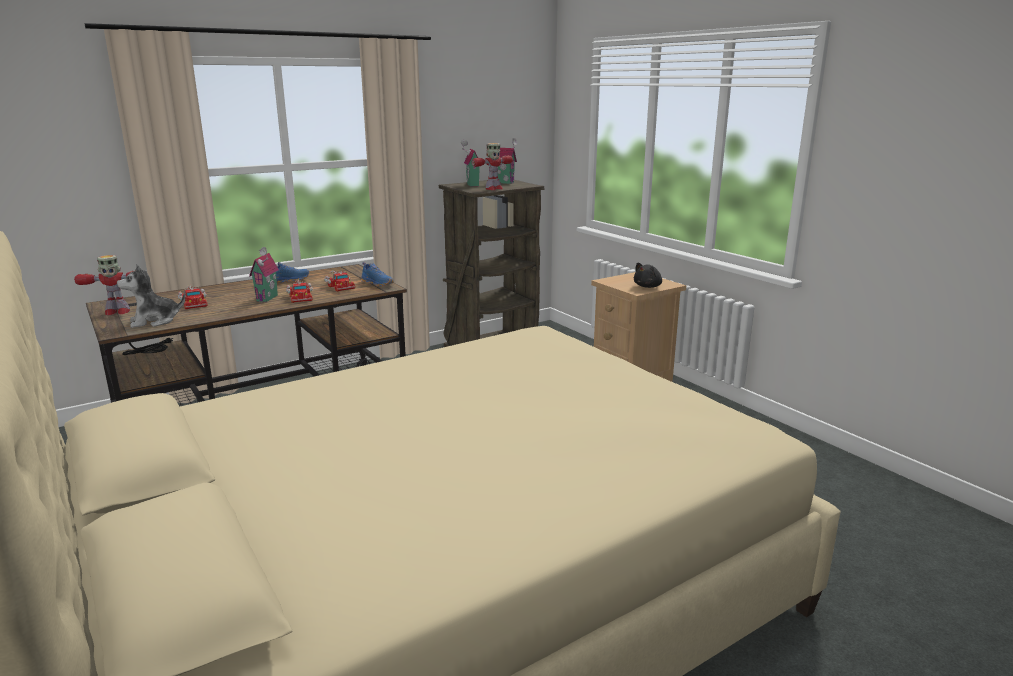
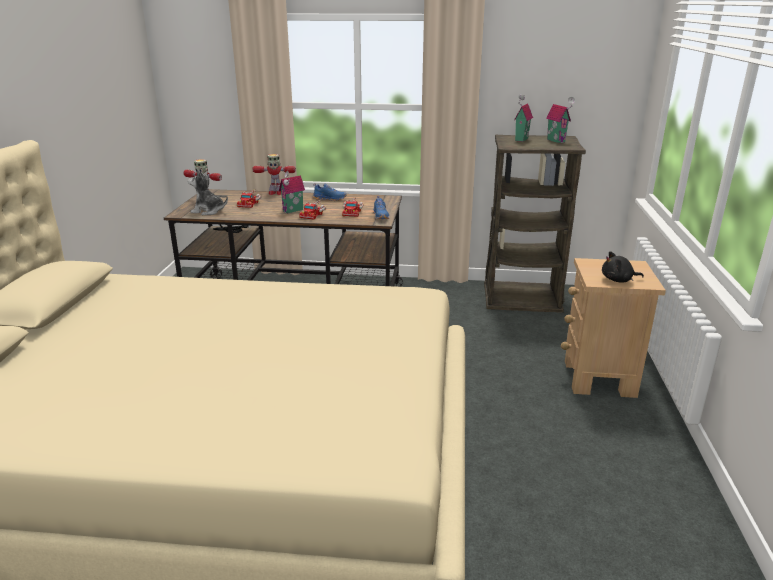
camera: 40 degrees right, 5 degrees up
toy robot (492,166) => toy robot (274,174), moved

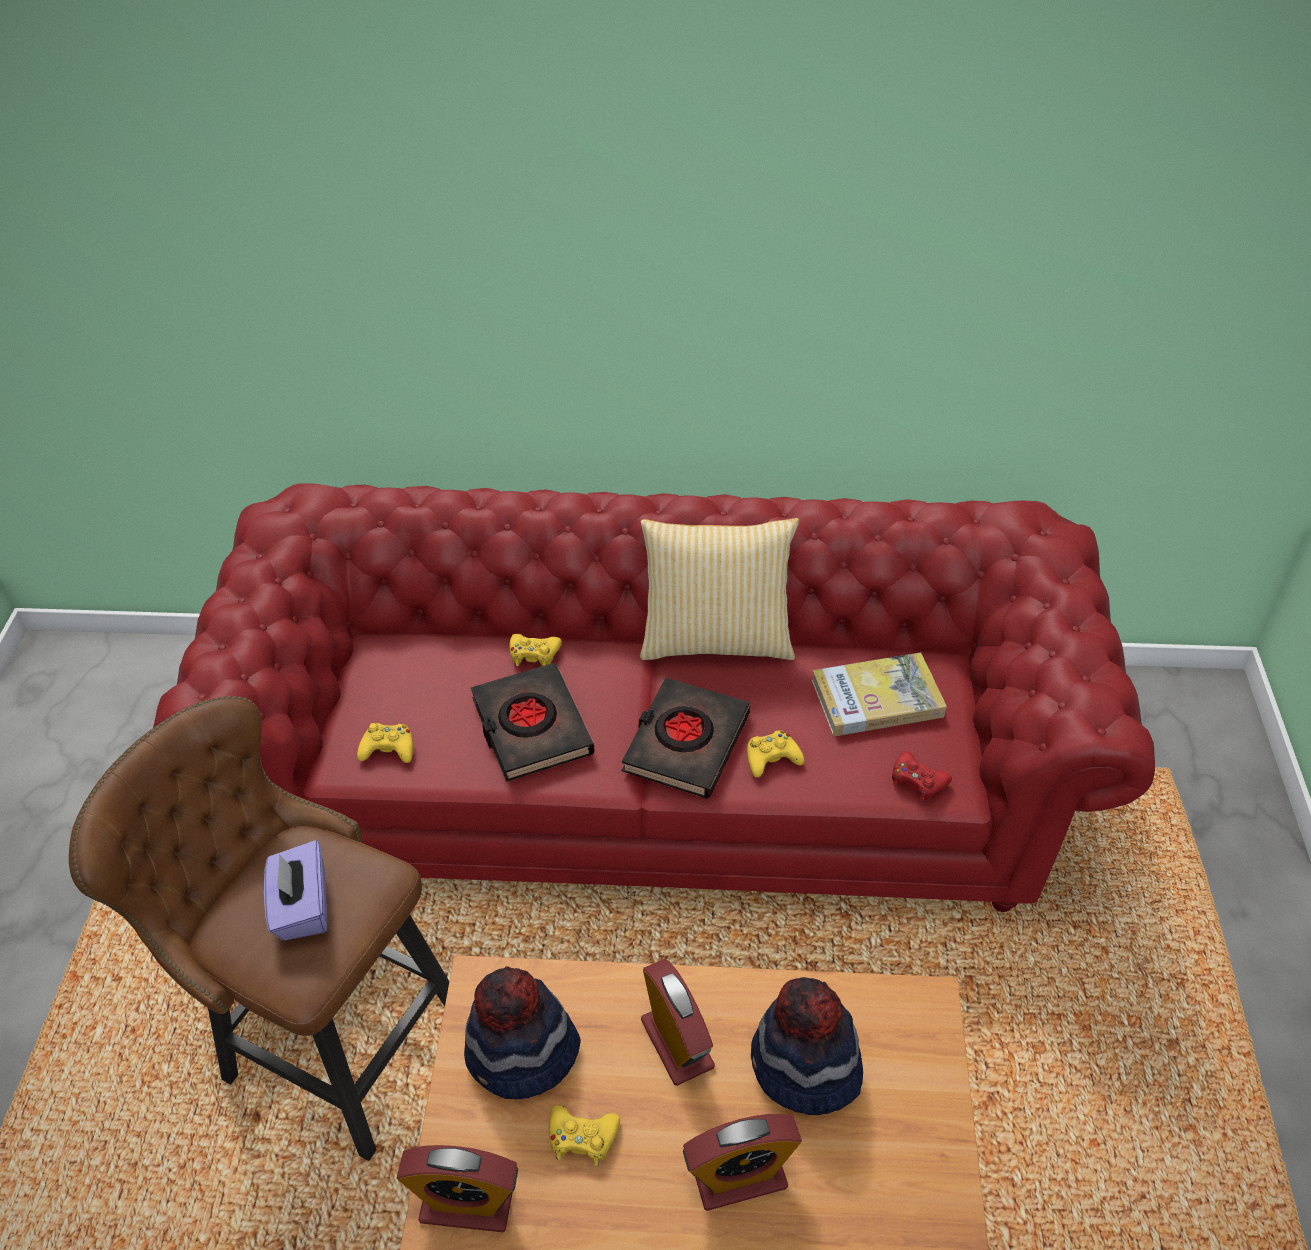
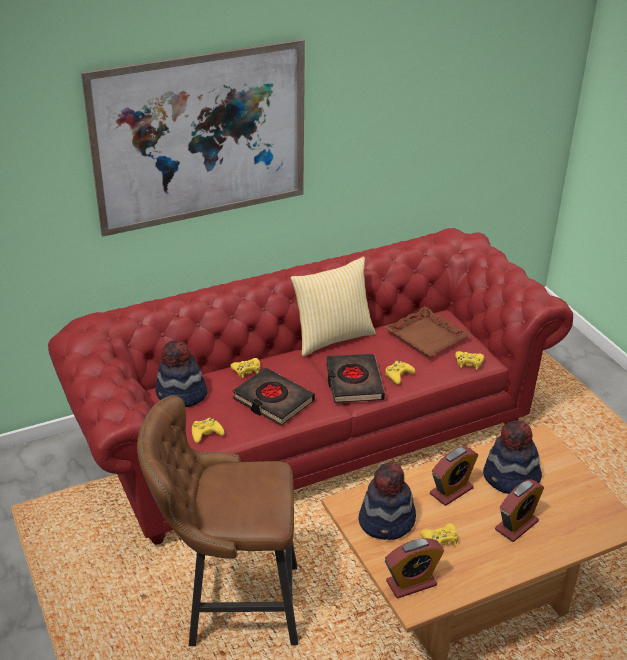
camera: 30 degrees left, 10 degrees down
tissue box/purple (295,890) => nothing
alarm clock (678,1022) => alarm clock (454,476), 105 degrees clockwise
book (879,694) => tray/brown (427,331)
game controller/red (922,776) => game controller/yellow (469,360)
nothing => picture (193,138)
nothing => hat (181,374)

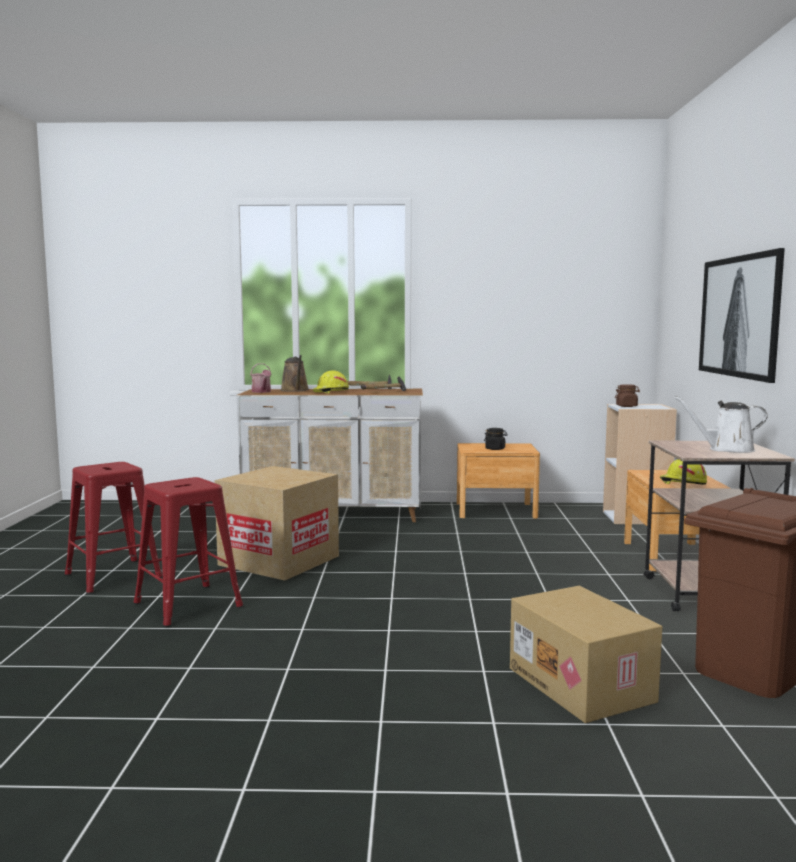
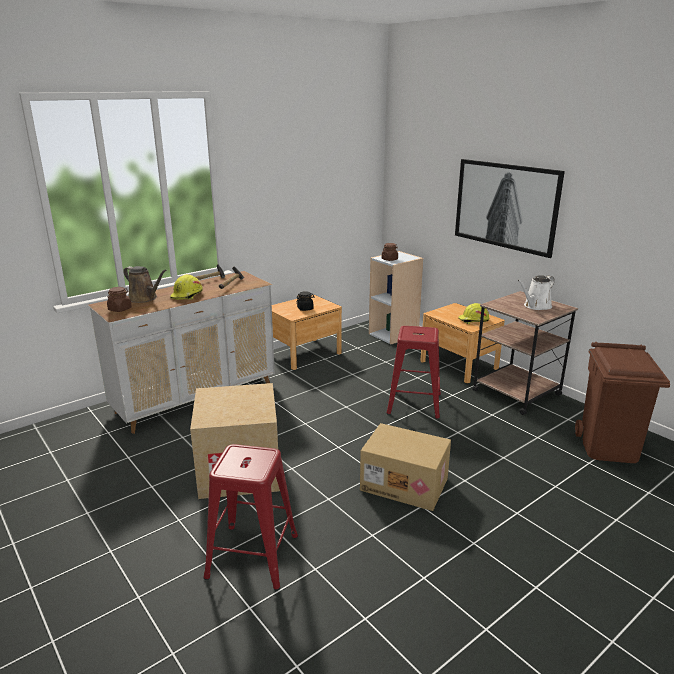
camera: 40 degrees left, 15 degrees up
stool/red (114,528) => stool/red (413,372), moved
watering can (260,378) => jar/brown (119,299)
cardboard box (586,654) => cardboard box (405,467), moved

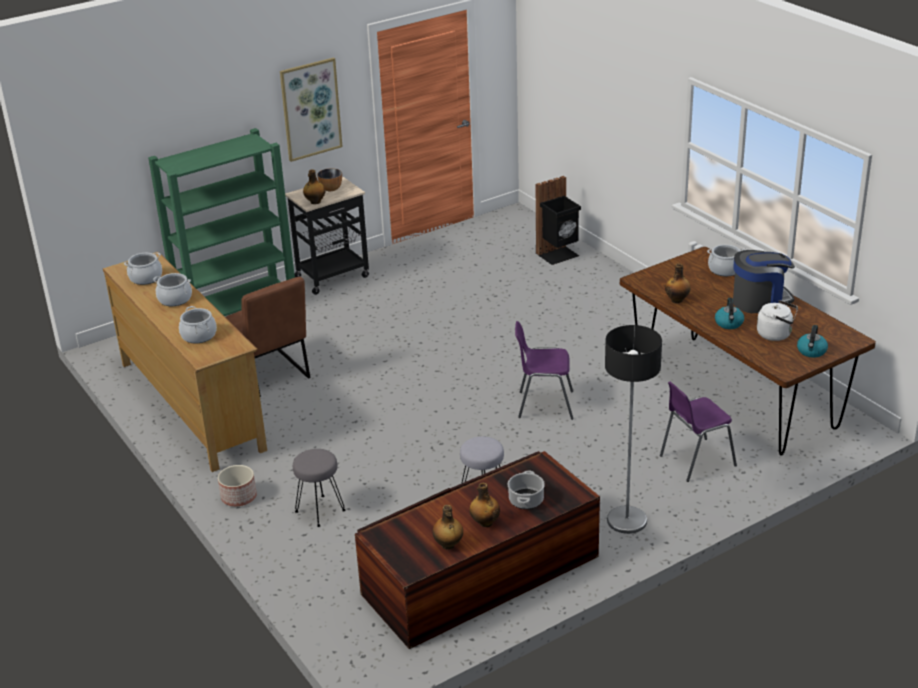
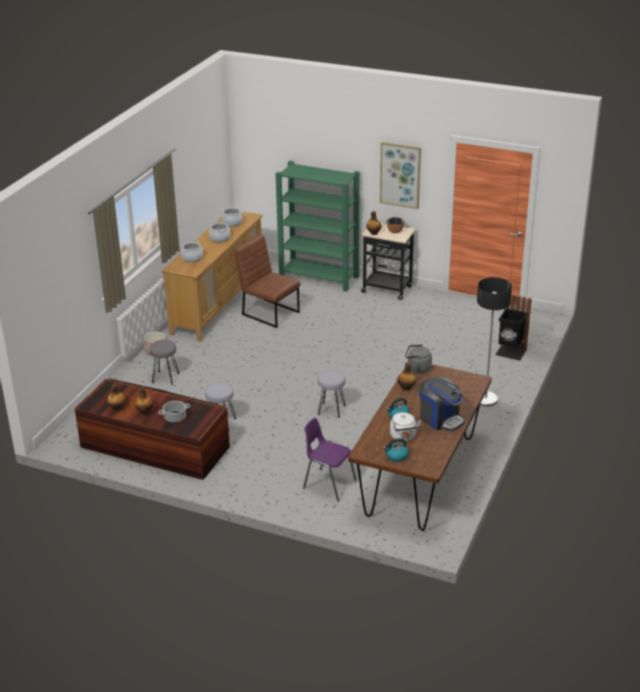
camera: 55 degrees right, 0 degrees up
chair/brown (268,337) => chair/brown (267,281), 105 degrees clockwise
chair/purple (544,370) => stool/grey (331,394)
floor lamp (633,429) => floor lamp (494,341), moved
cooking pot (726,260) => nothing
nothing => kettle/grey (418,358)

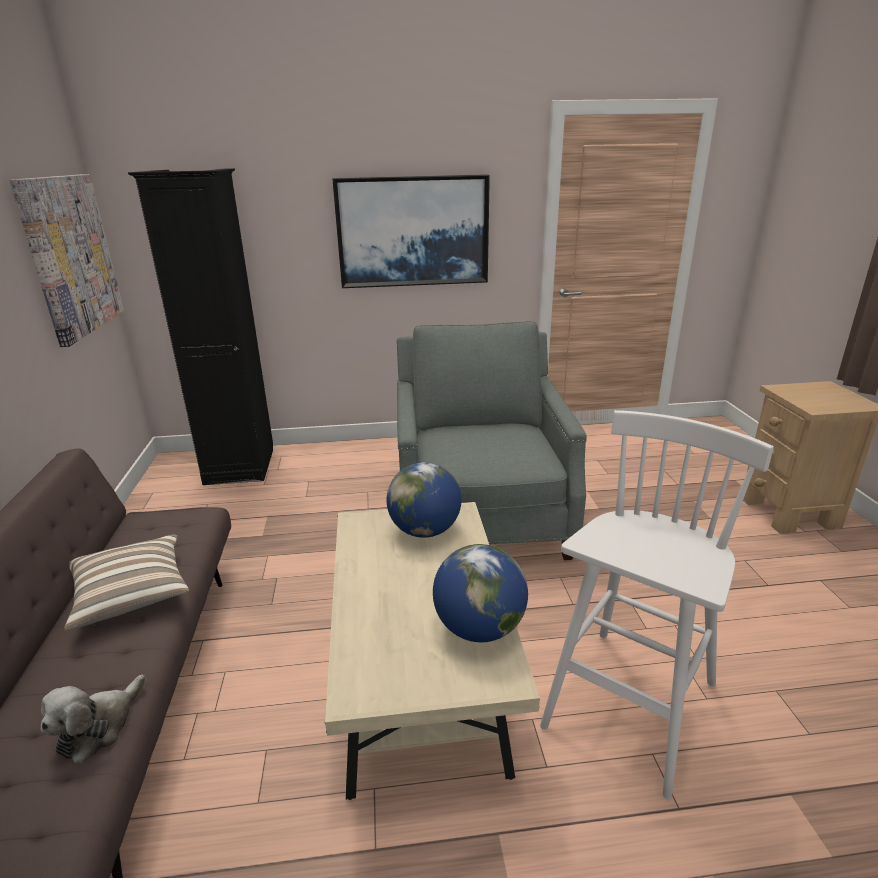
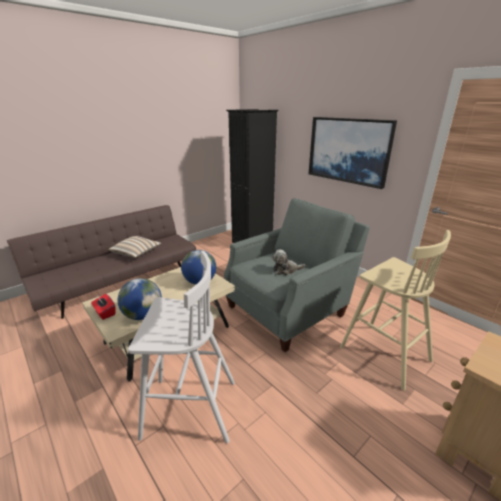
camera: 55 degrees right, 0 degrees up
picture (66,260) => nothing
plush toy (93,719) => plush toy (288,262), moved
nothing => tissue box/red (103,307)
nothing => stool/beige (395,310)

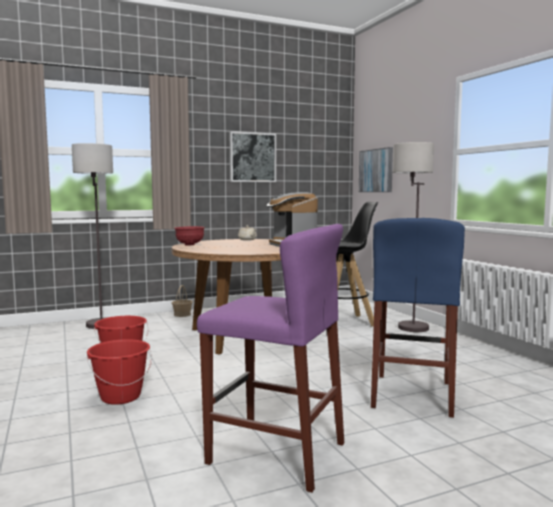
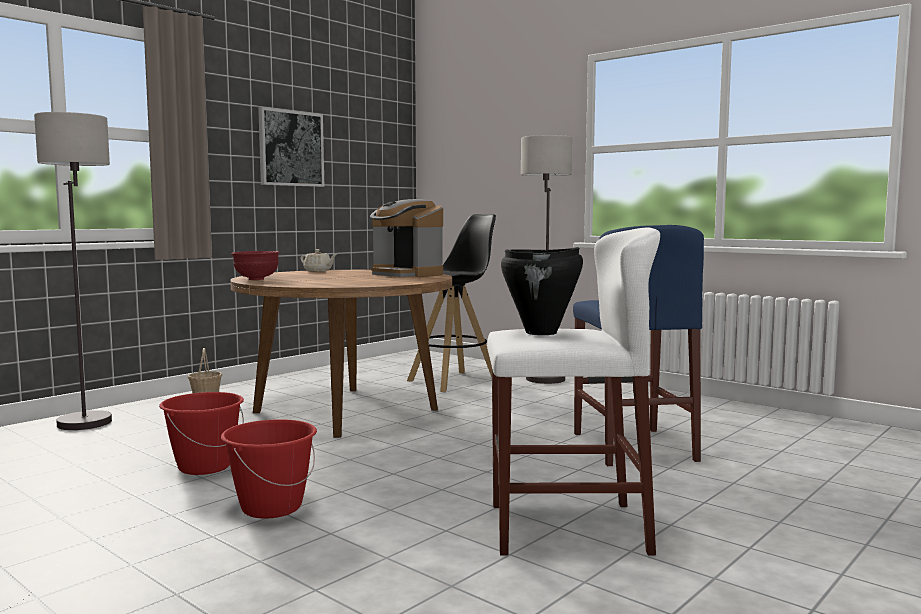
camera: 25 degrees left, 0 degrees up
stool/purple (270,358) => stool/white (573,391)
picture (376,169) => nothing
nothing => cooking pot/black (542,291)

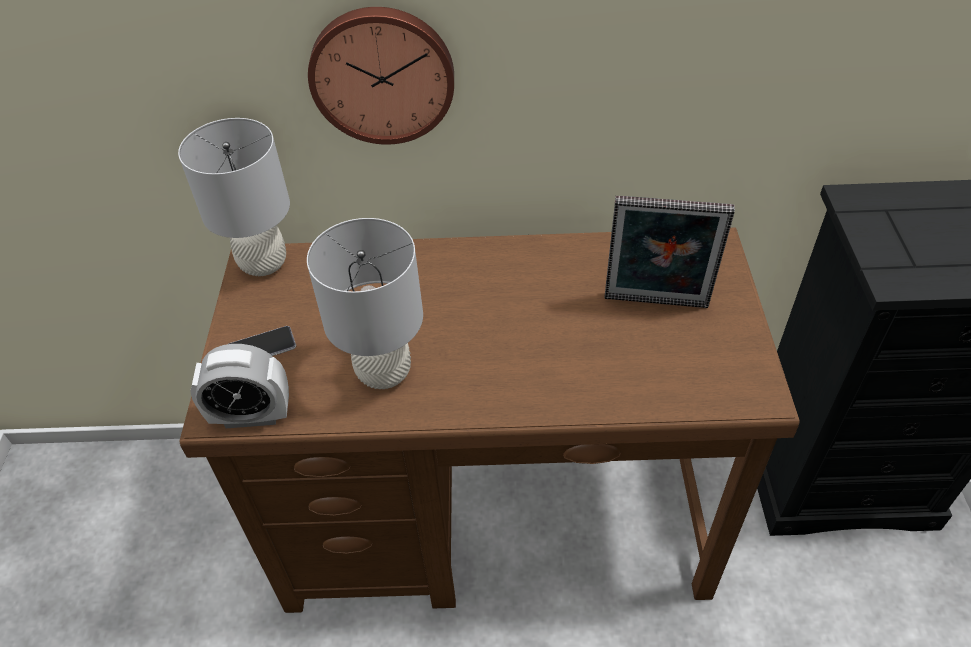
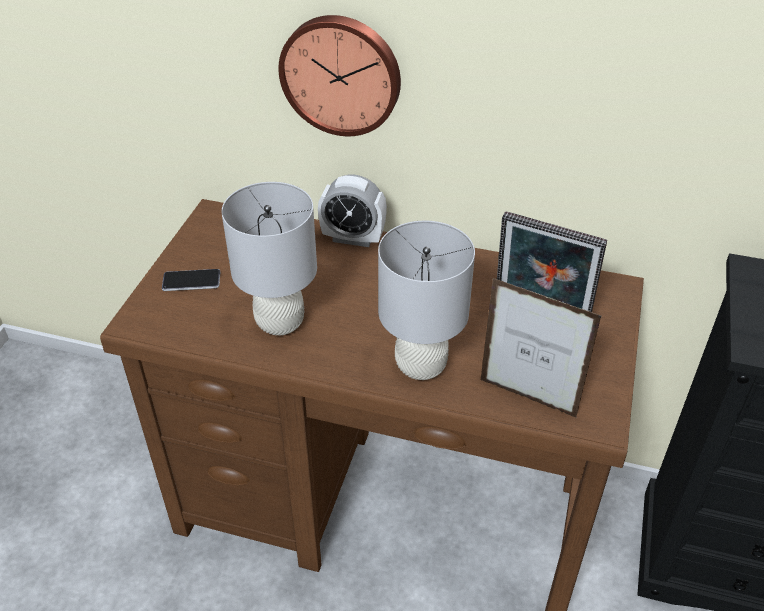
camera: 15 degrees right, 5 degrees down
table lamp/grey (234,197) => table lamp/grey (426,300), moved
alarm clock (239,386) => alarm clock (352,210), moved
nothing => picture frame (541,348)

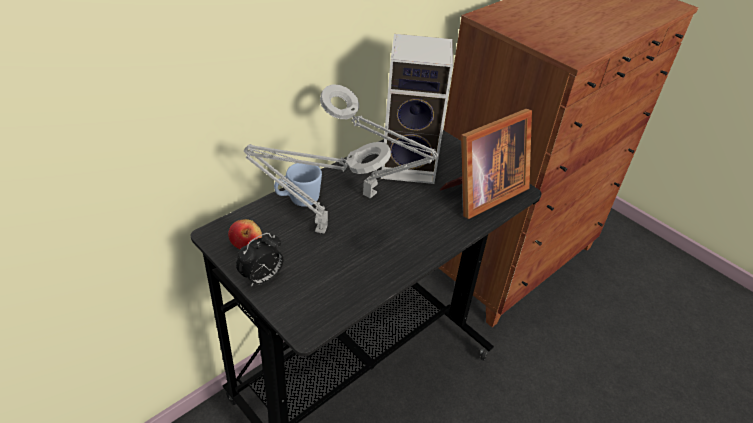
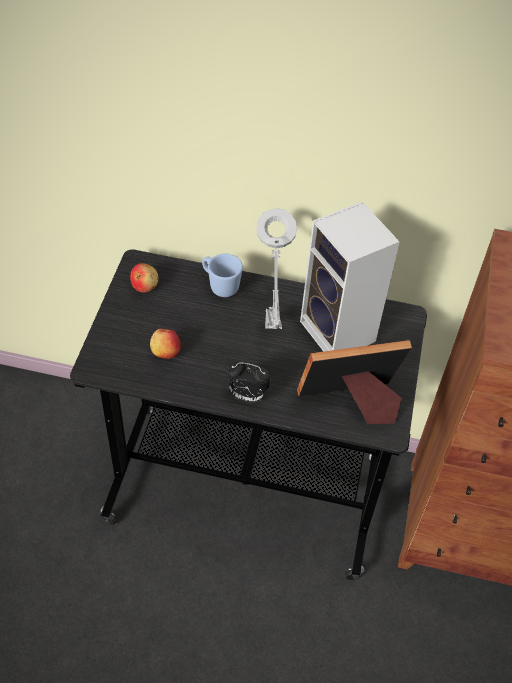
camera: 55 degrees right, 10 degrees up
alarm clock (259,260) => alarm clock (249,382), moved
table lamp/grey (317,188) => nothing
picture frame (486,164) => picture frame (354,382), 150 degrees clockwise
nothing => apple (165,344)

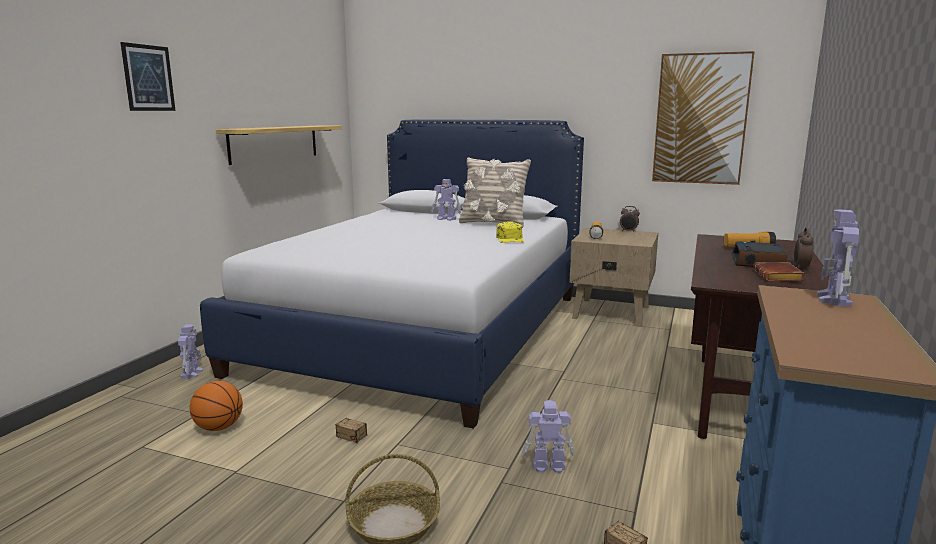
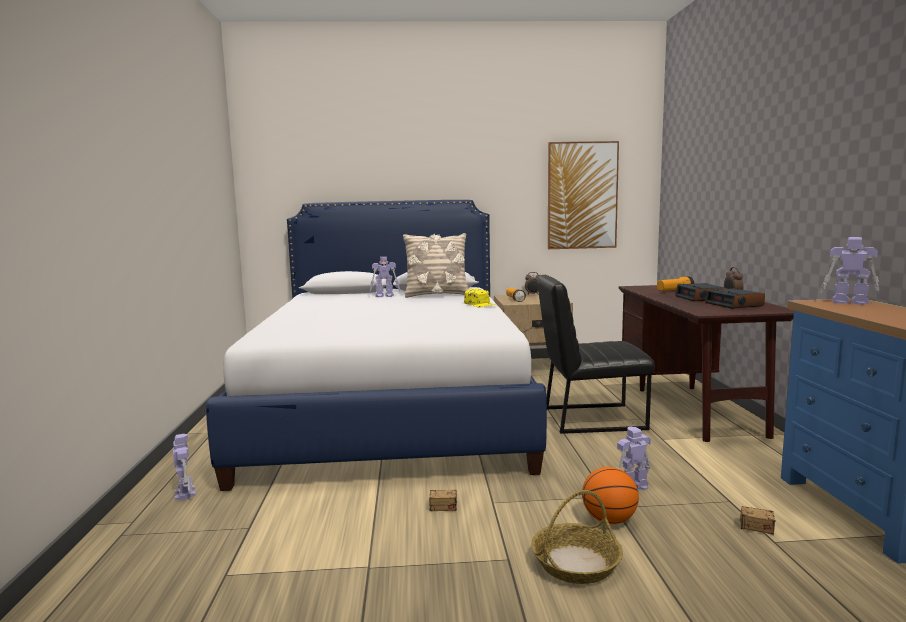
camera: 25 degrees left, 5 degrees down
picture (148,76) => nothing
basketball (216,406) => basketball (610,495), moved
shelf (279,145) => nothing
book/brown (778,271) => alarm clock (735,298)
toy robot (838,257) => toy robot (850,271), 120 degrees clockwise
nothing => chair/black (596,354)

